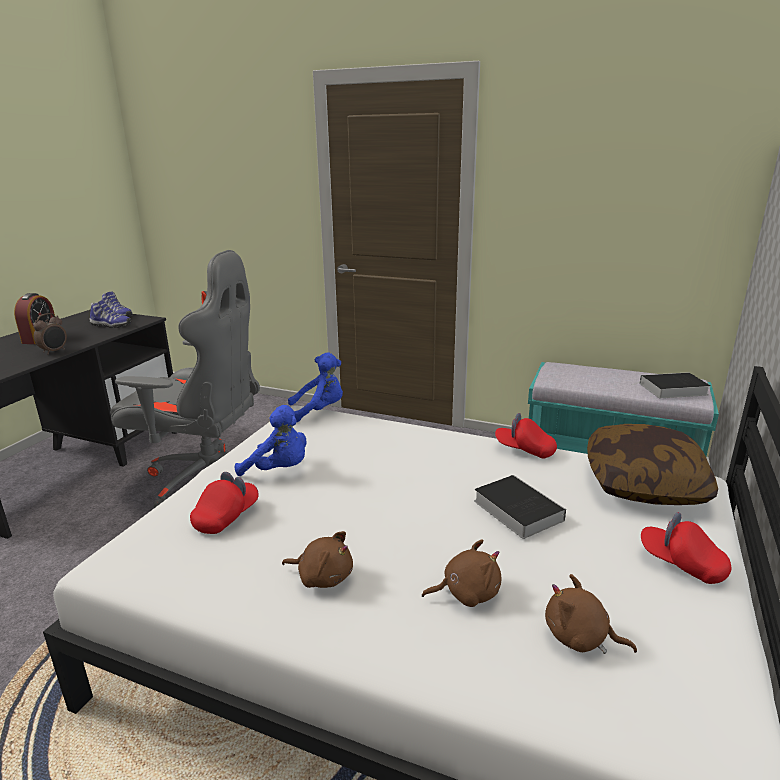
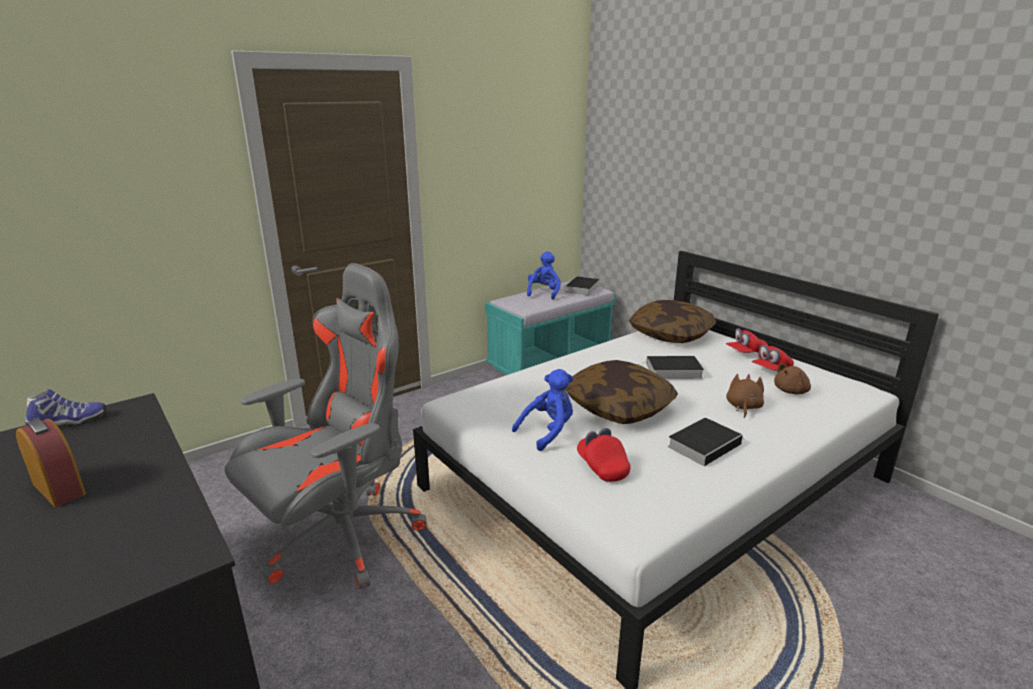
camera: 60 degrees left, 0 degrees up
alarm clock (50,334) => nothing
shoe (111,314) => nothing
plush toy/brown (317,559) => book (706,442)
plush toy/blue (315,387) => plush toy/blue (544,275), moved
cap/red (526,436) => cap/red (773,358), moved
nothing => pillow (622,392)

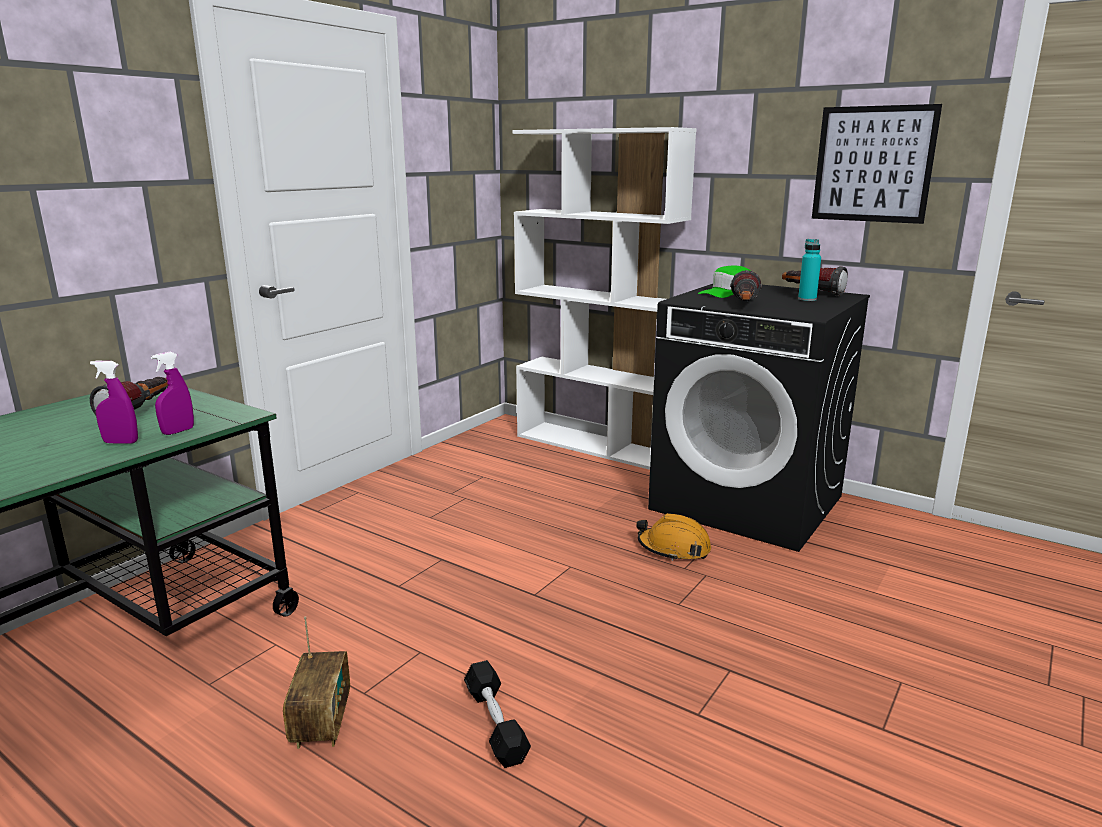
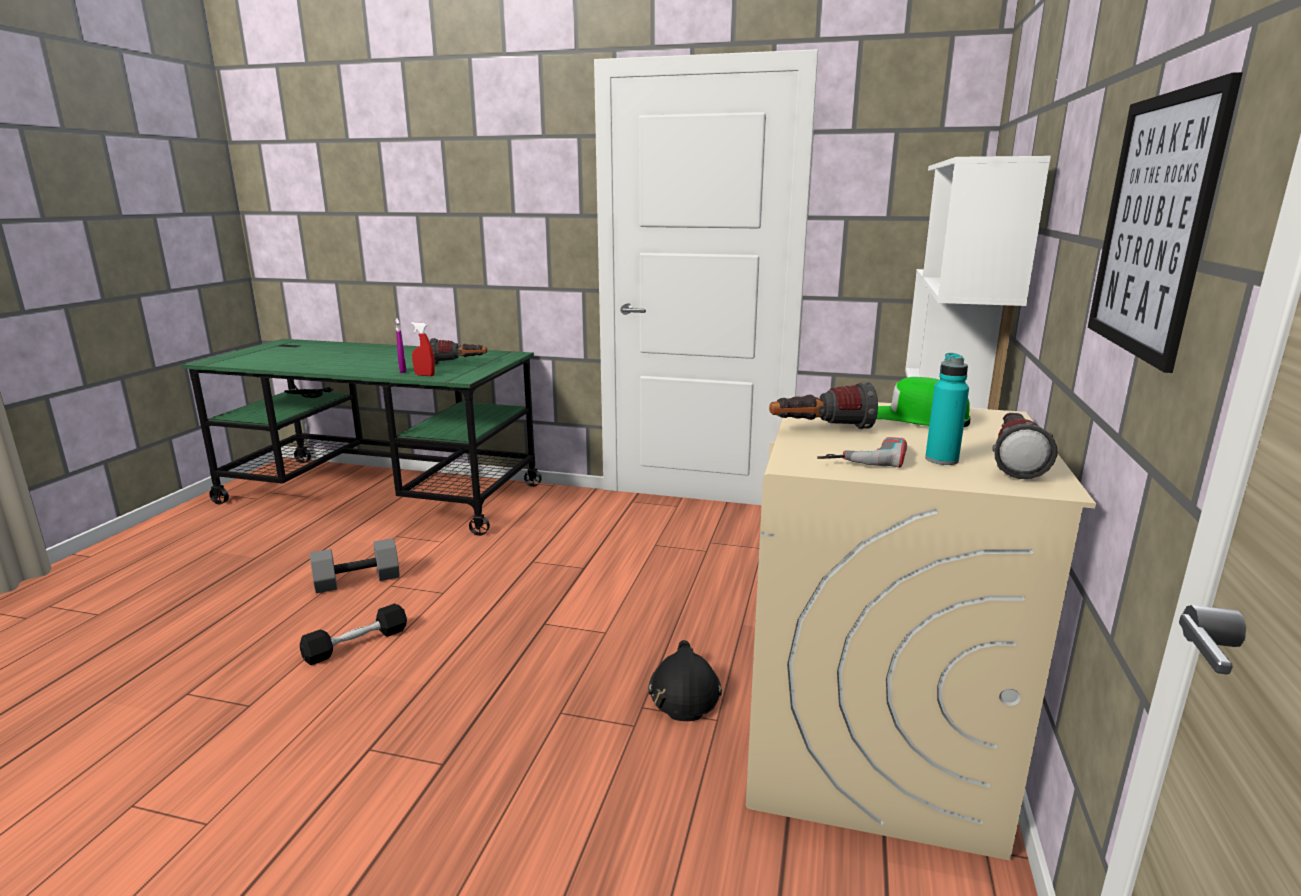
camera: 70 degrees right, 0 degrees up
spray bottle/purple (172,393) => spray bottle/red (423,349)
radio (316,682) => dumbbell/grey (355,566)
hard hat/orange (673,537) => hard hat/black (685,680)
washing machine/black (759,418) => washing machine/beige (921,629)
nothing => power drill (862,452)

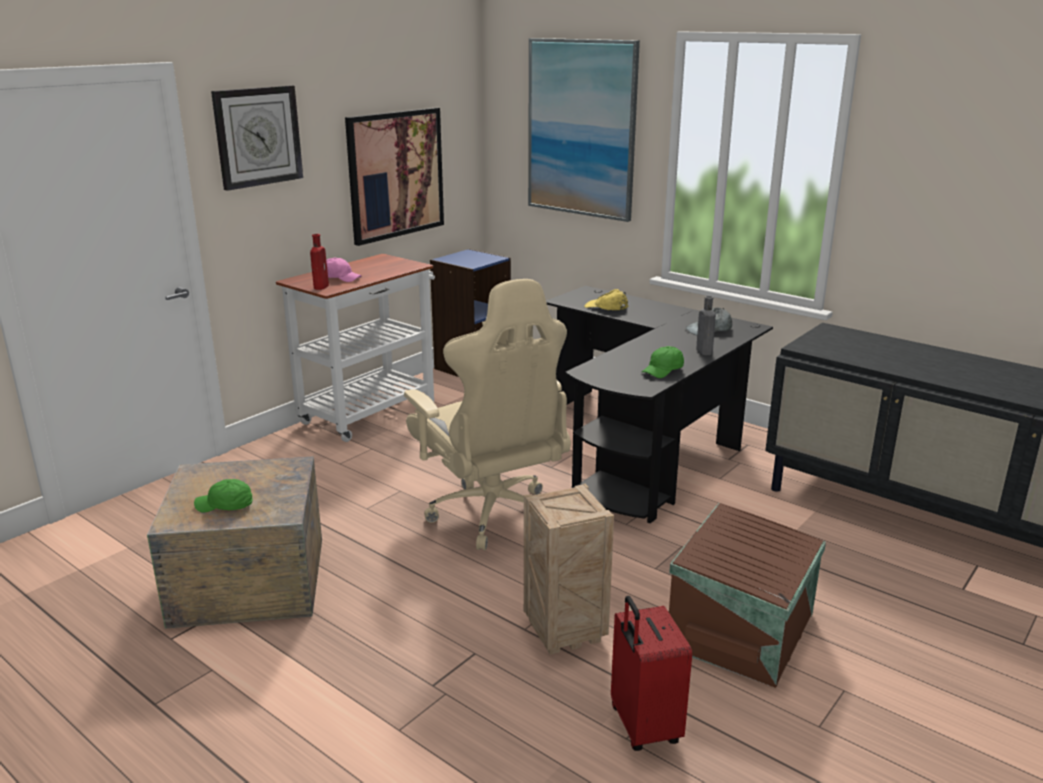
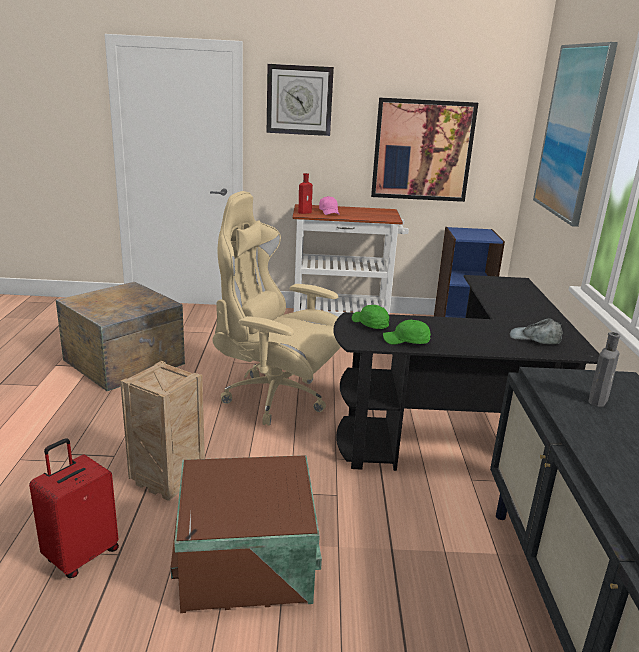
camera: 50 degrees right, 0 degrees up
cap/green (223,496) => cap/green (370,317), moved
office chair/beige (487,414) => office chair/beige (277,308), 90 degrees clockwise
cap/yellow (606,300) => nothing
bottle/grey (706,325) => bottle/grey (604,369), moved

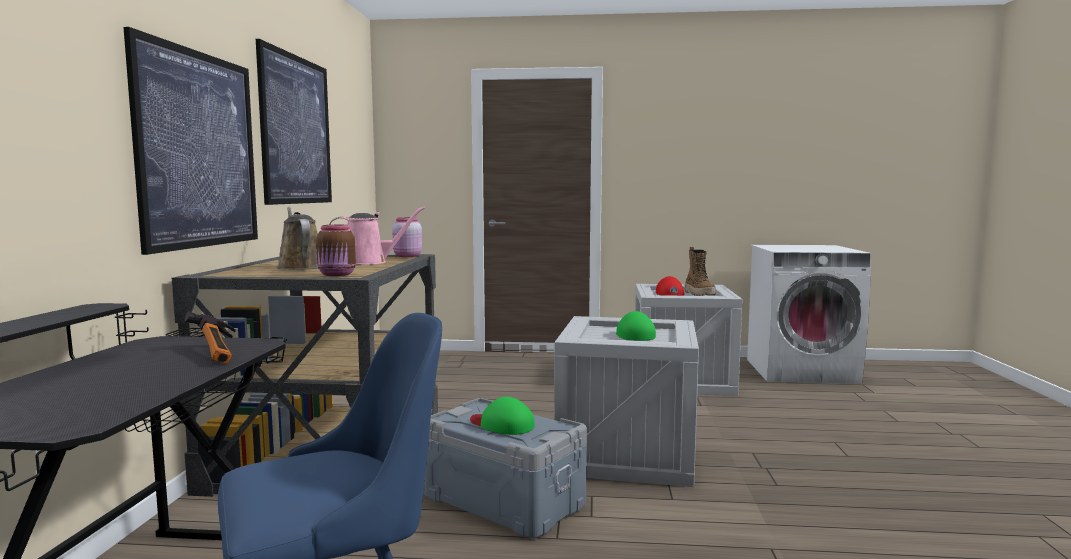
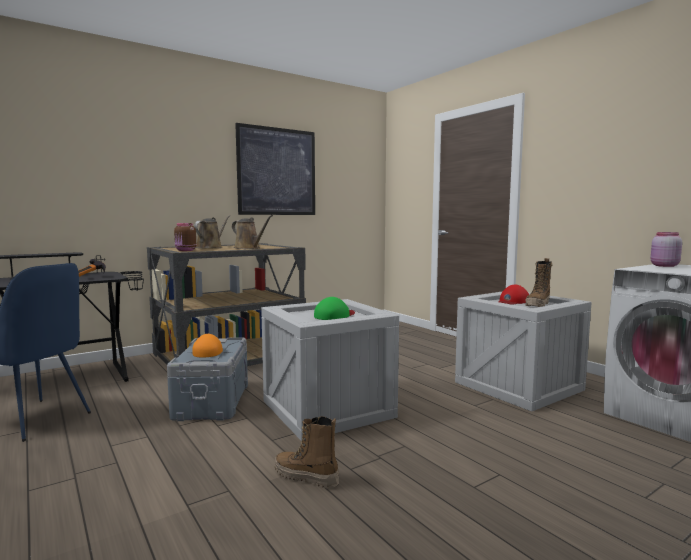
camera: 50 degrees right, 0 degrees up
picture (190,141) => nothing
watering can/pink (377,236) => watering can/brown (252,232)
jar/pink (407,237) => jar/pink (666,249), moved
cap/green (502,416) => cap/orange (207,346)
nothing => boot (307,452)

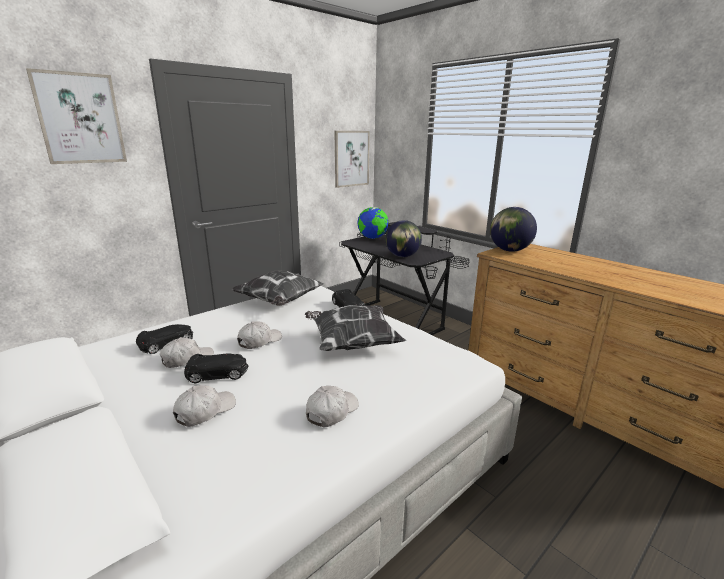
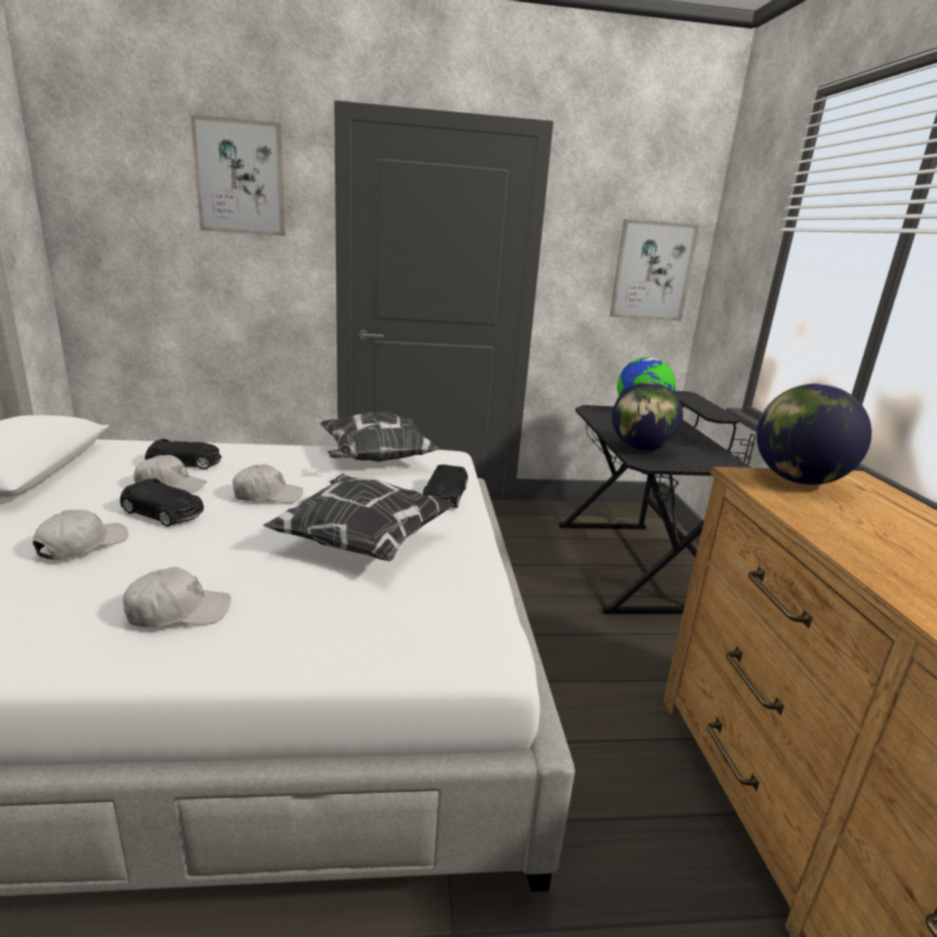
camera: 35 degrees right, 0 degrees up
cap/white (204,406) => cap/white (80,535), 45 degrees counterclockwise

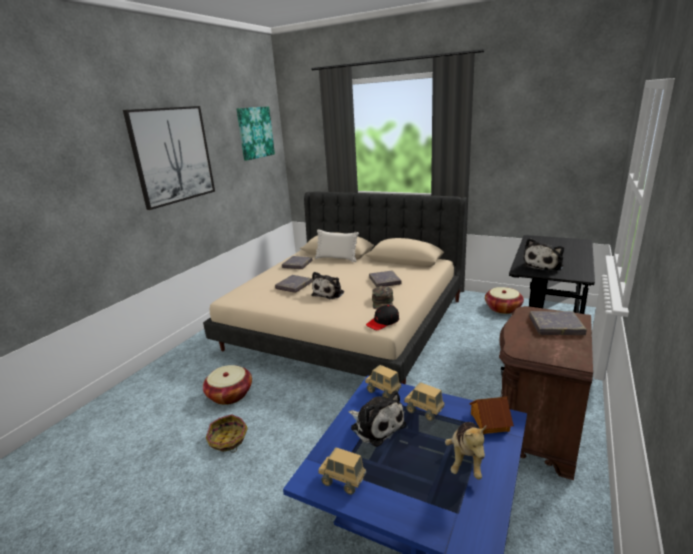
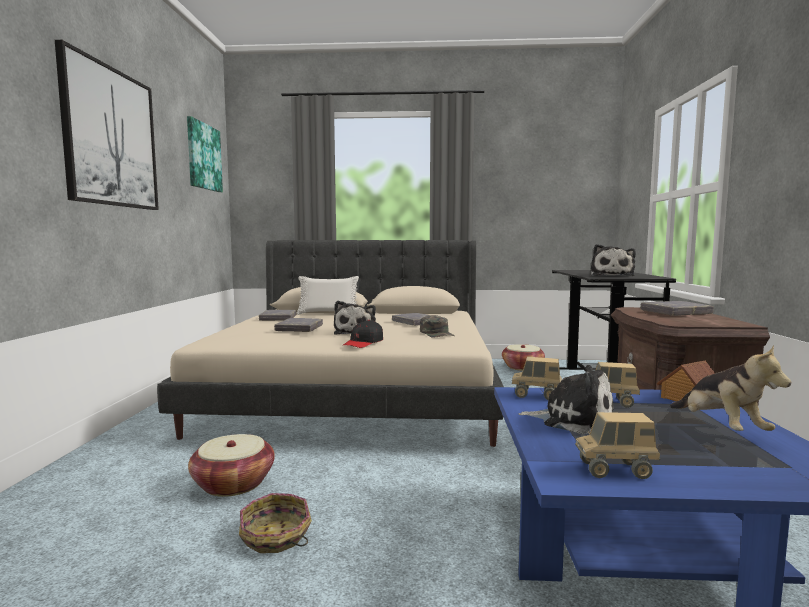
camera: 25 degrees left, 15 degrees down
cap/black (382,317) => cap/black (363,334), moved

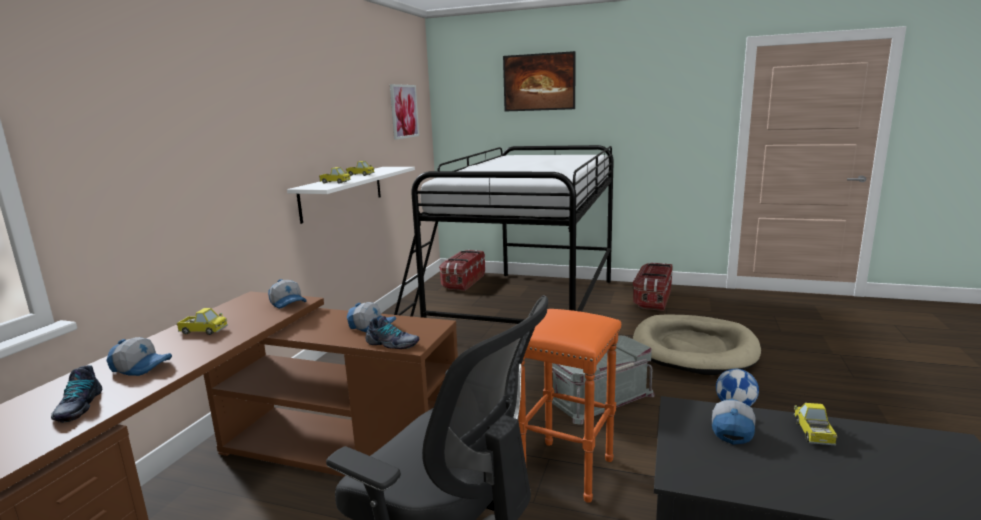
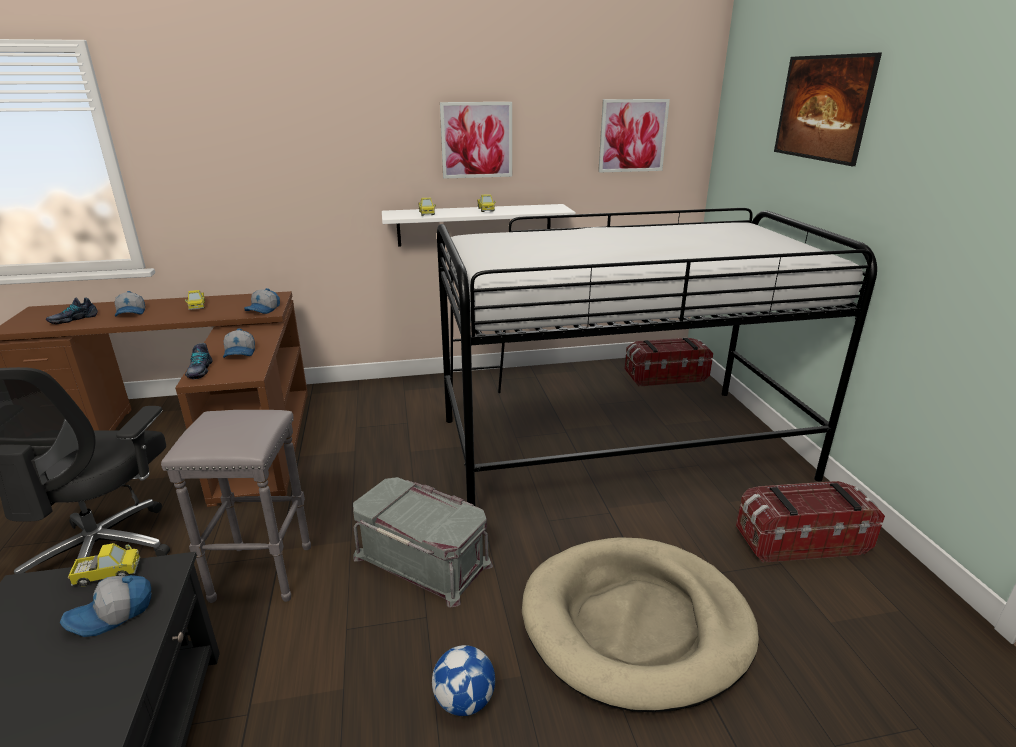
camera: 60 degrees right, 10 degrees up
stool/orange (569,406) => stool/grey (236,506)
cap (734,422) => cap (106,606), 150 degrees clockwise
toy truck (816,424) => toy truck (104,565), moved
nothing => picture (476,140)

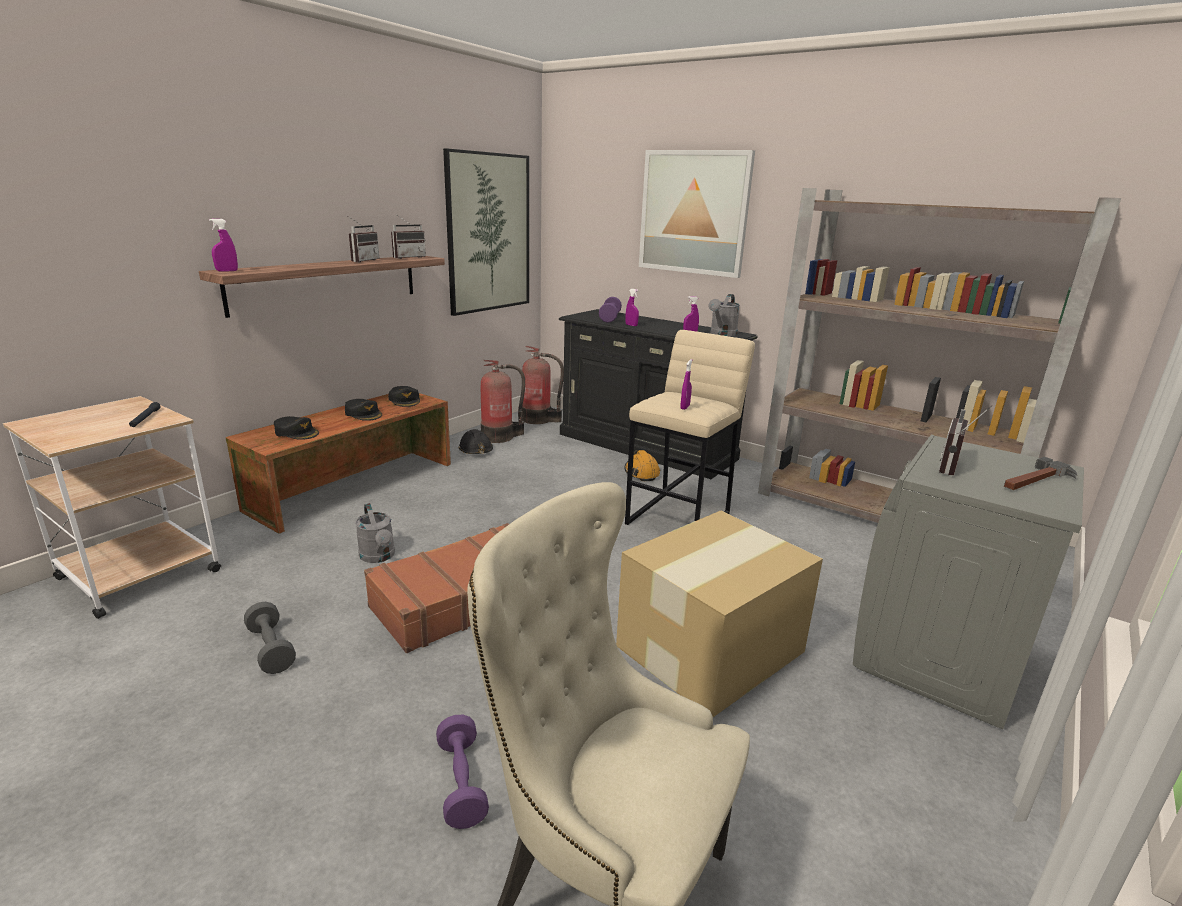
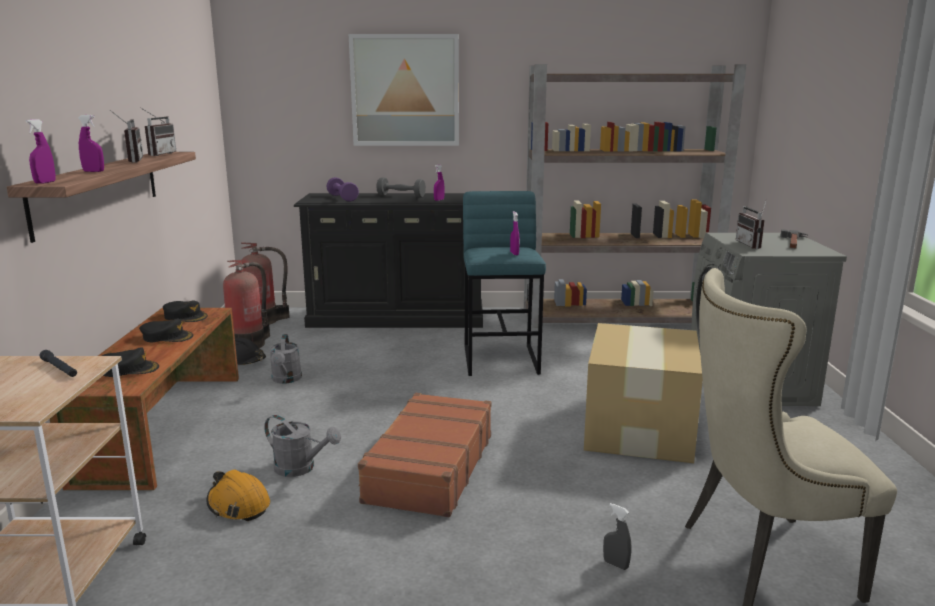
camera: 35 degrees left, 5 degrees down
dumbbell/grey (270,638) => dumbbell/grey (401,187), moved
dumbbell/purple (462,772) => spray bottle/grey (617,536)
picture (486,232) => nothing
hard hat/orange (642,465) => hard hat/orange (238,495), moved
stool/beige (690,427) => stool/turquoise (504,283)
spray bottle/purple (632,307) => spray bottle/purple (91,143), moved
watering can/grey (724,315) => watering can/grey (285,359), moved

